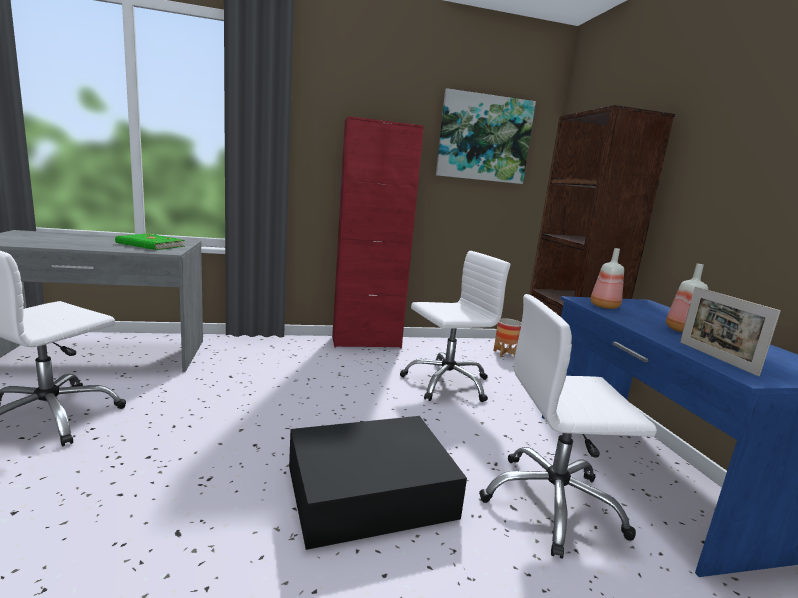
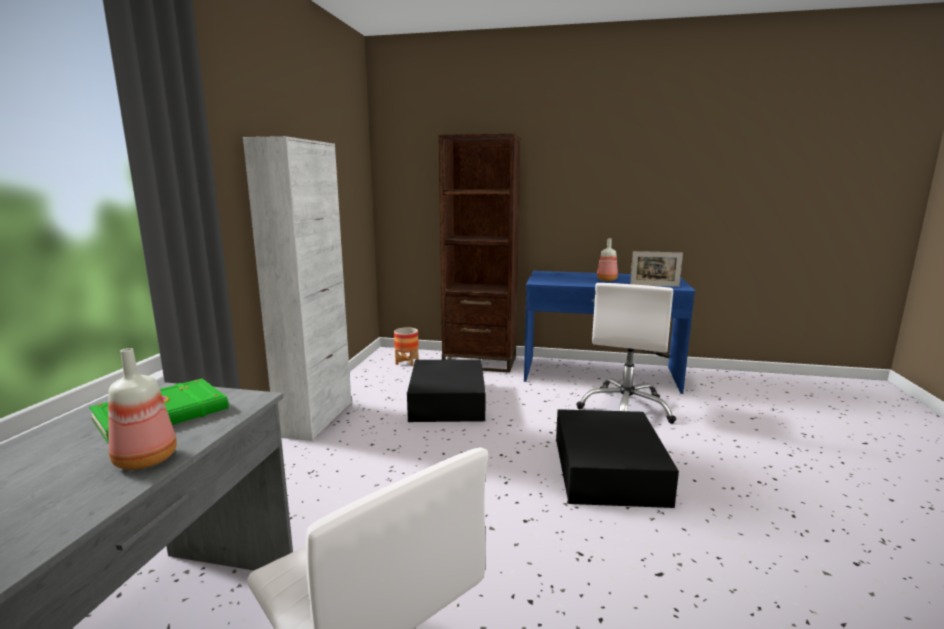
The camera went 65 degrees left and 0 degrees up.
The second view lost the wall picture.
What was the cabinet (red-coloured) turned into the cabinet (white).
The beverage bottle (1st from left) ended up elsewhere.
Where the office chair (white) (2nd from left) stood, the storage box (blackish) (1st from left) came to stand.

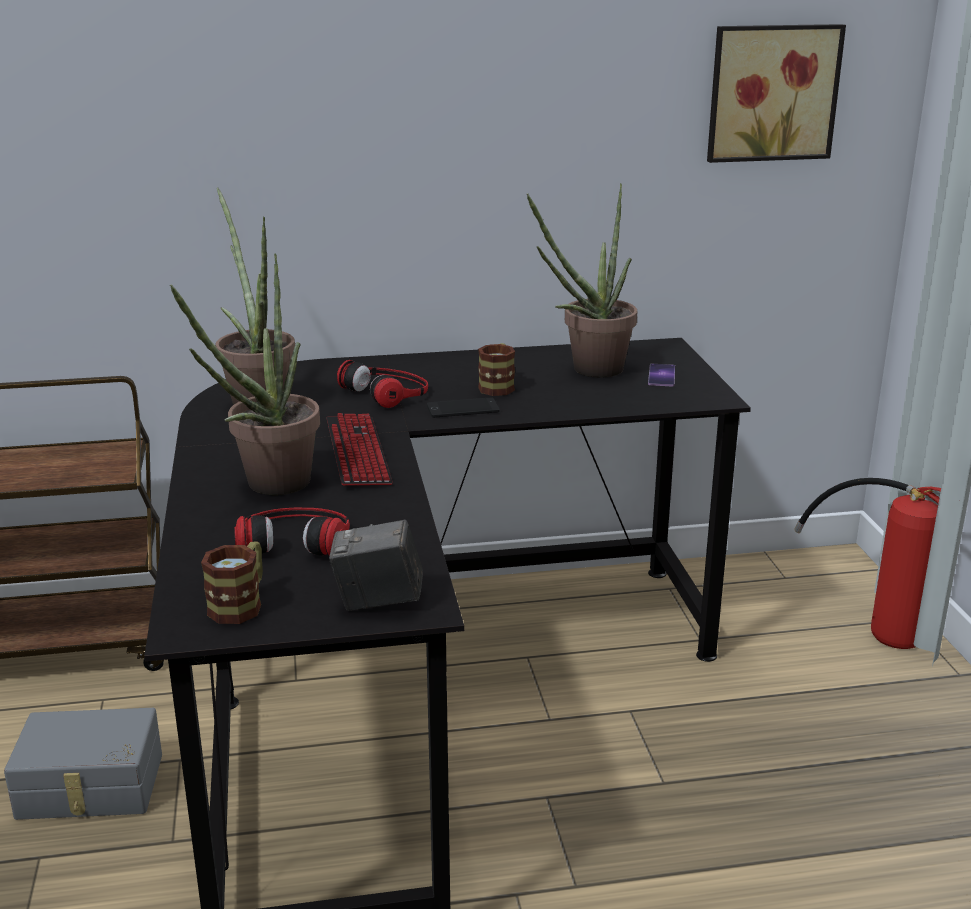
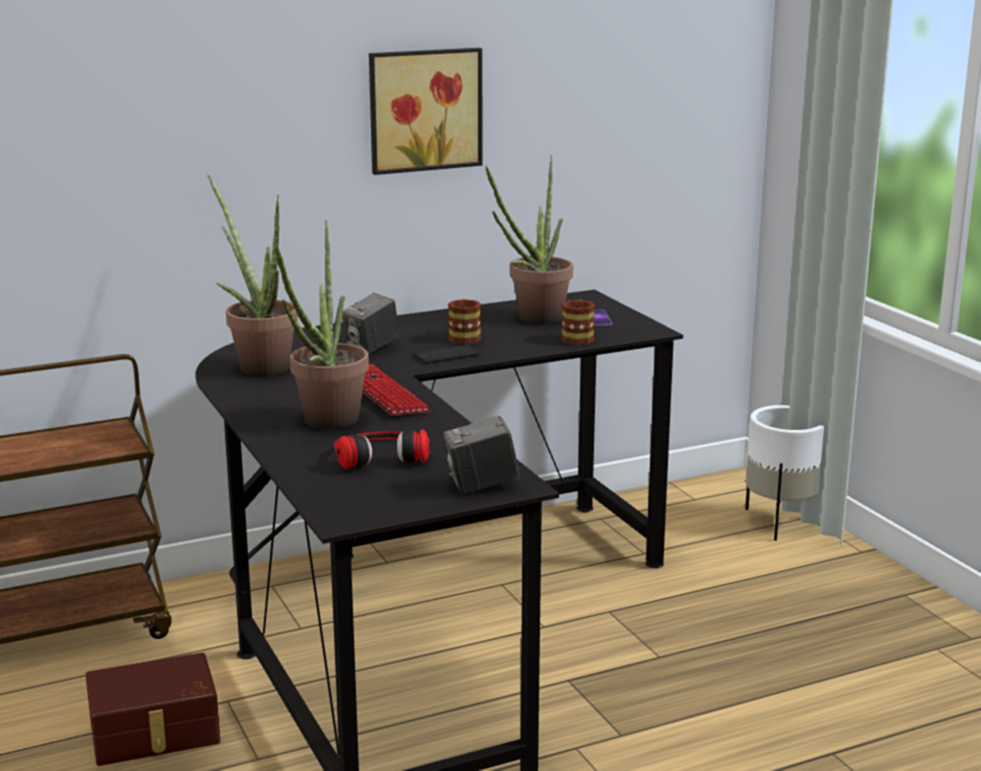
The camera went 15 degrees left and 5 degrees down.
The wall picture ended up elsewhere.
Where the headphones (2nd from left) stood, the still camera (1st from left) came to stand.
Where the extinguisher stood, the flower pot (white) came to stand.
The coffee mug (1st from left in the first image) ended up elsewhere.
What was the storage box (greyish) turned into the storage box (brownish).

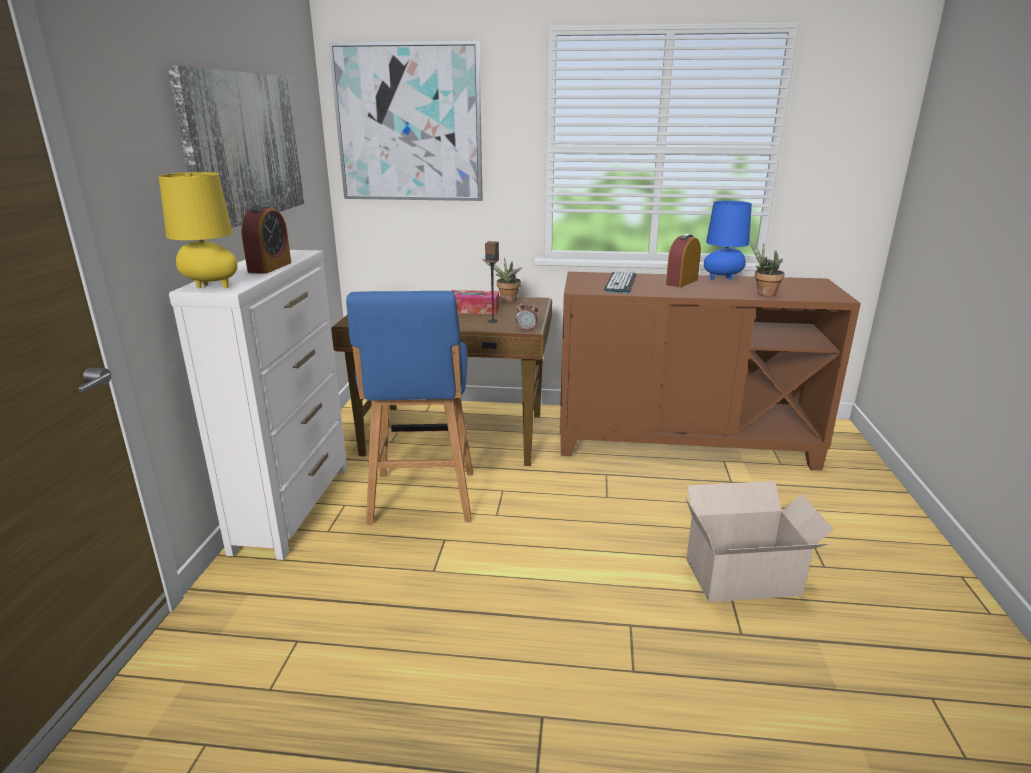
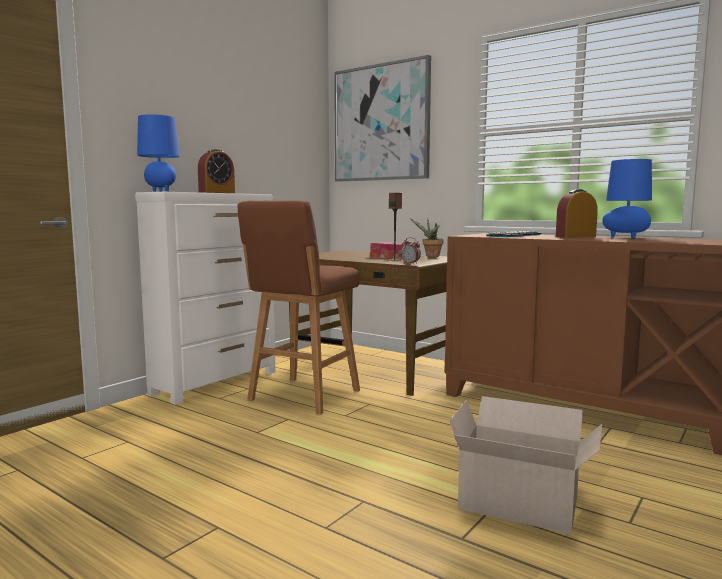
The camera went 30 degrees right and 15 degrees down.
The second view lost the wall picture (1st from left).
What was the tabletop lamp (yellow) turned into the tabletop lamp (bluish) (1st from left).
The second view lost the potted plant (2nd from left).
What was the stool seat (bluish) turned into the stool seat (brownish).

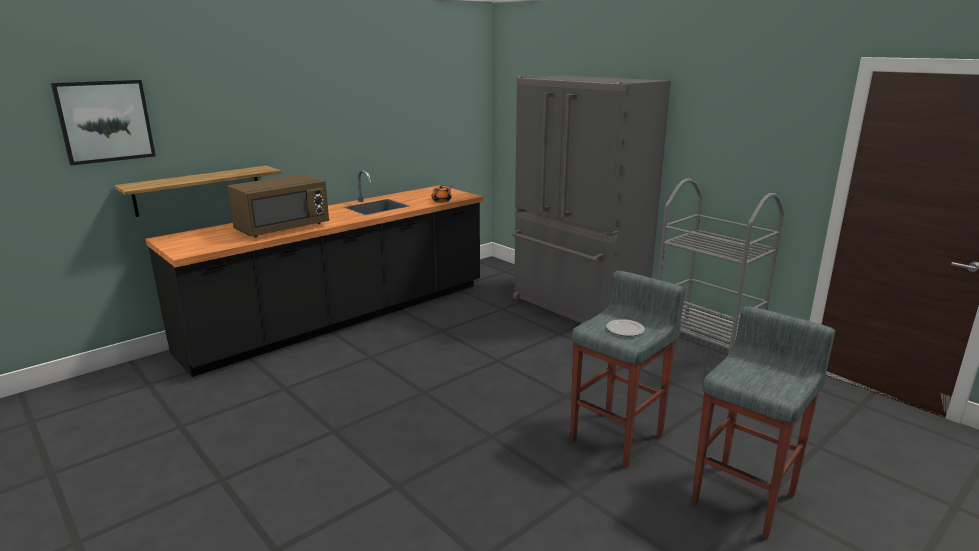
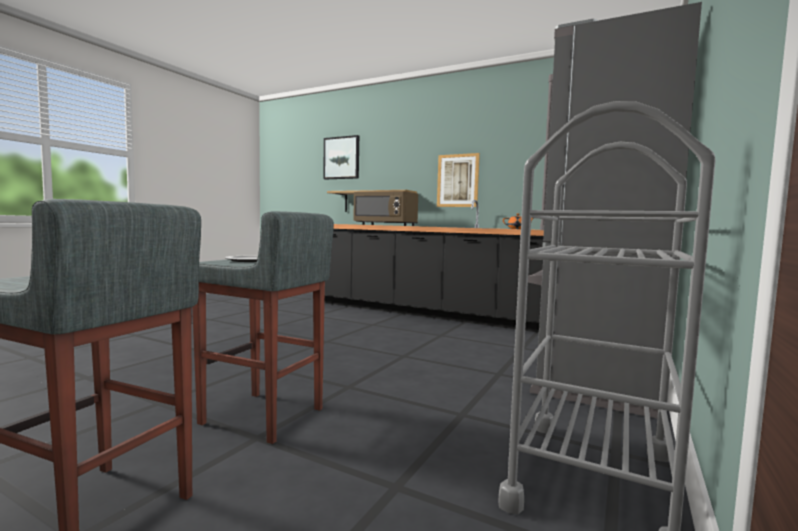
The camera went 70 degrees right and 15 degrees down.
The second view gained the wall picture (2nd from left).

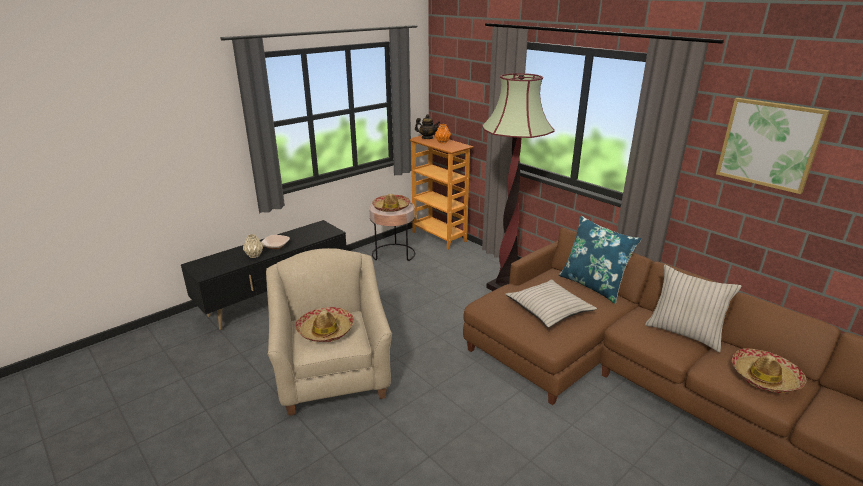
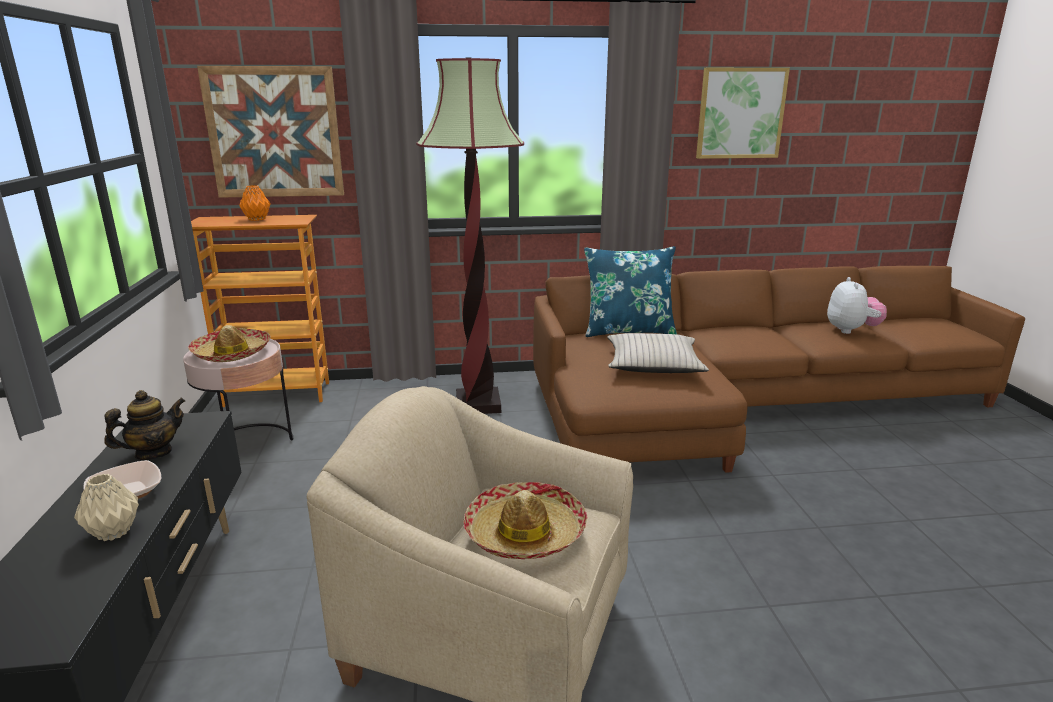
The camera went 55 degrees left and 5 degrees down.
The pot for tea ended up elsewhere.
The second view lost the pillow (beige-coloured) (2nd from left).
Where the hat (3rd from left) stood, the plush toy came to stand.
The second view gained the wall picture (1st from left).

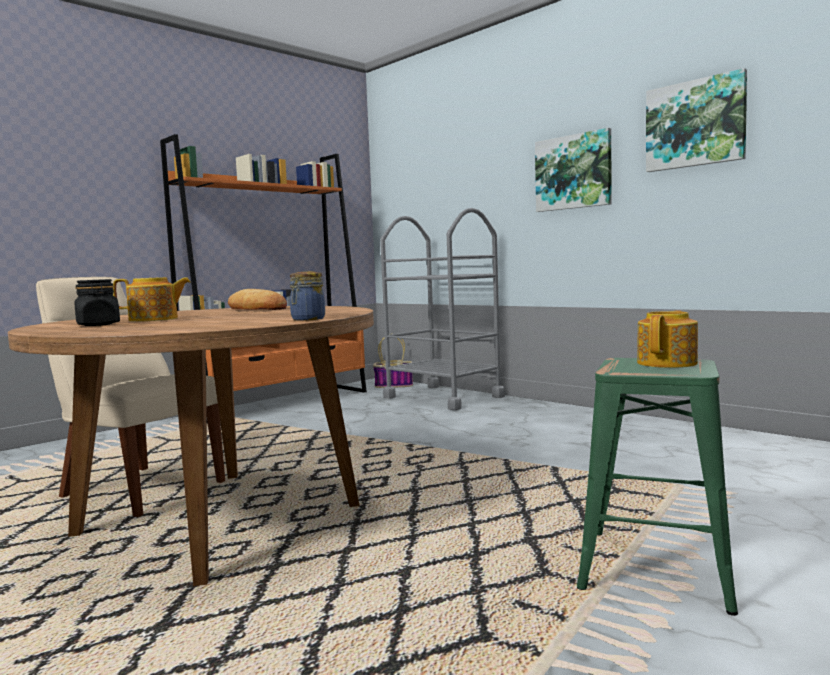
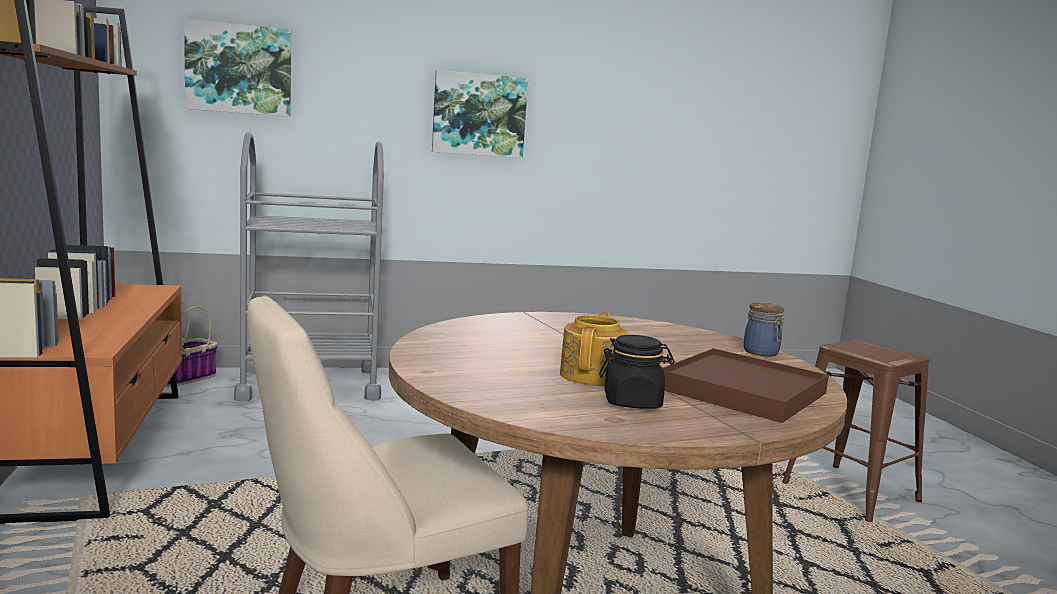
The camera went 60 degrees left and 5 degrees up.
The wall picture (2nd from left in the first image) ended up elsewhere.
The second view lost the bread.
The second view lost the pot for tea (2nd from left).
What was the stool seat (green) turned into the stool seat (brownish).
The second view gained the carrying tray (brownish).

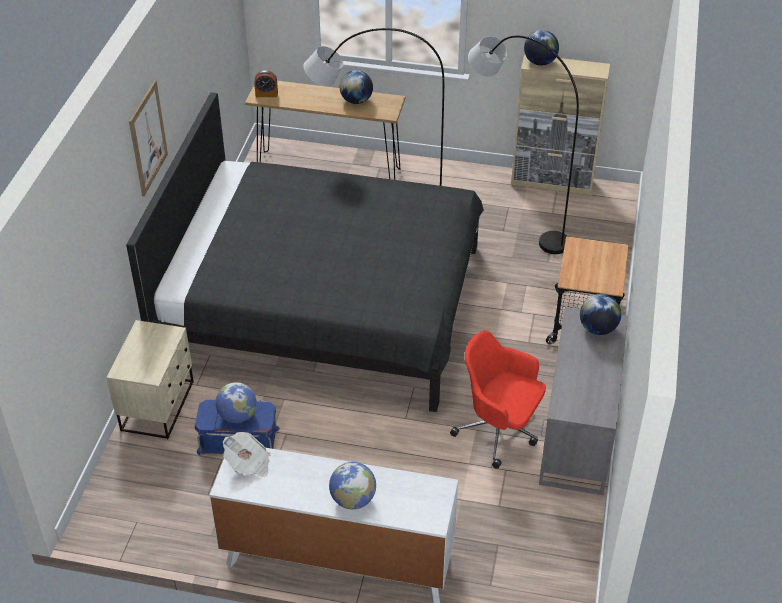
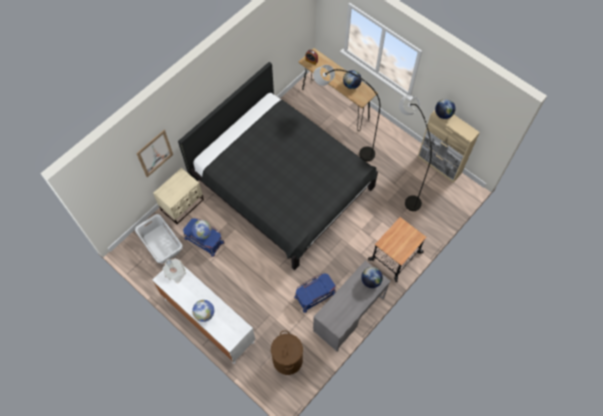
The camera went 30 degrees right and 20 degrees up.
The wall picture ended up elsewhere.
Where the office chair (red-coloured) stood, the storage box (bluish) (2nd from left) came to stand.
The second view gained the hamper (greyish).
The second view gained the hamper (brownish).

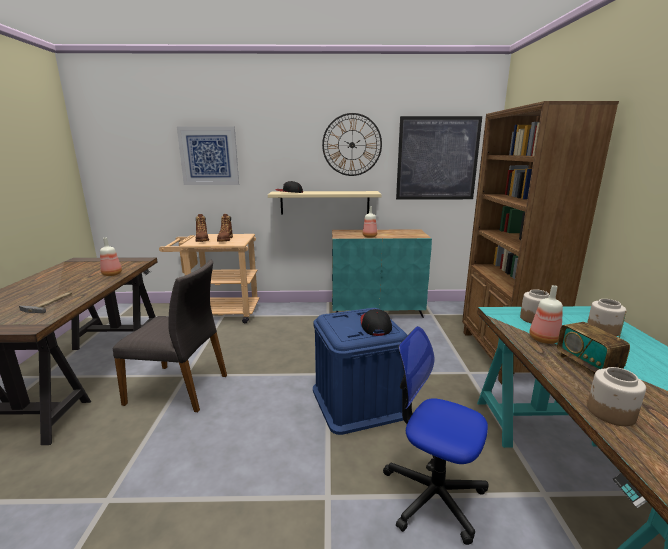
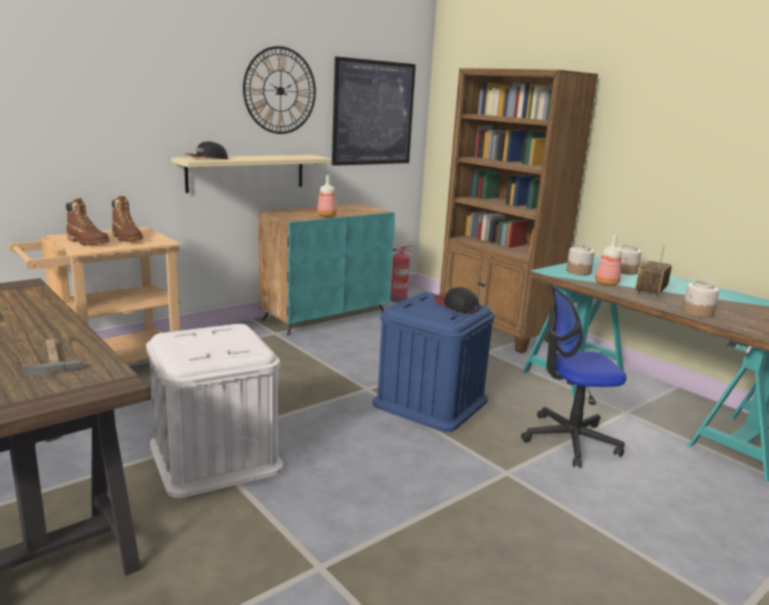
The camera went 40 degrees left and 0 degrees up.
The second view lost the wall picture (1st from left).
The second view lost the beverage bottle (1st from left).
Where the upright chair (greyish) stood, the storage box (white) came to stand.
The radio ended up facing another way, 90 degrees clockwise from before.
The second view gained the extinguisher.

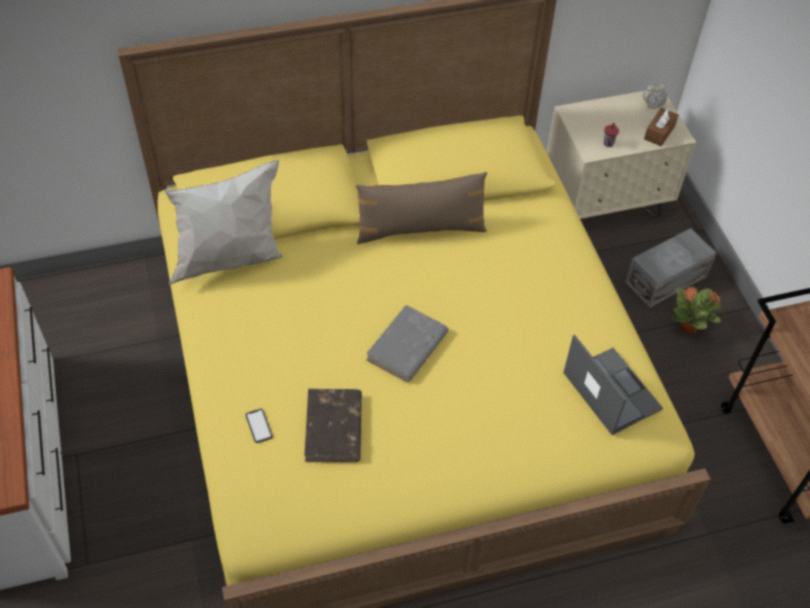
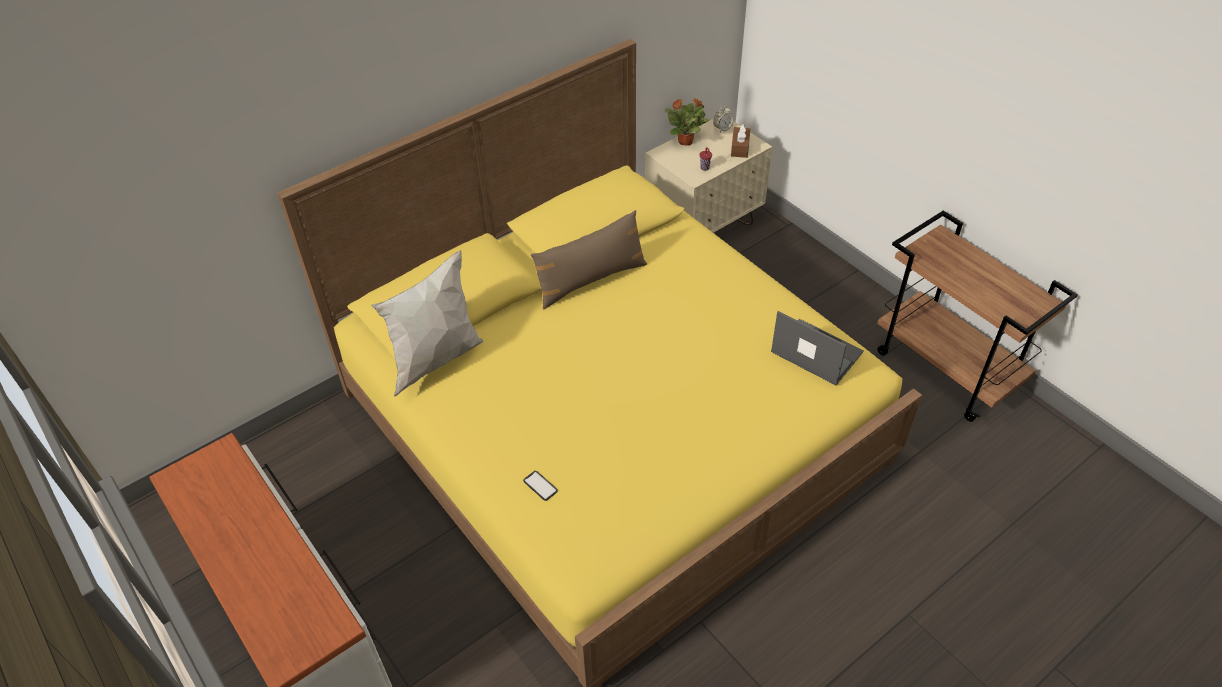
The camera went 20 degrees left and 5 degrees down.
The second view lost the storage box (greyish).
The potted plant ended up elsewhere.
The second view lost the book (greyish).
The second view lost the book (brownish).

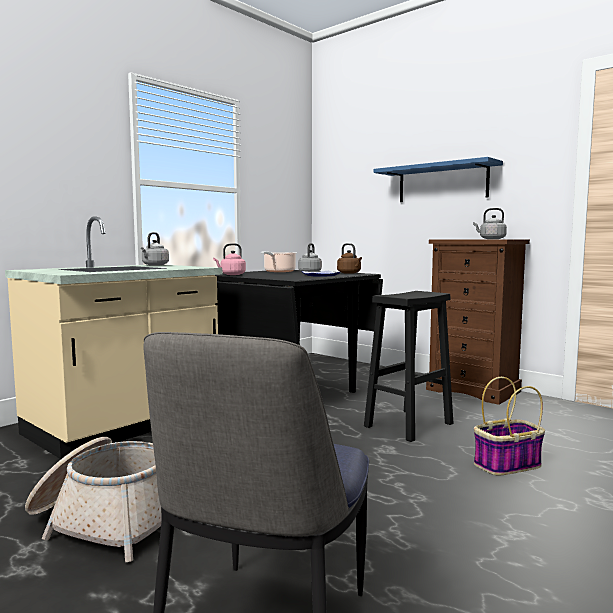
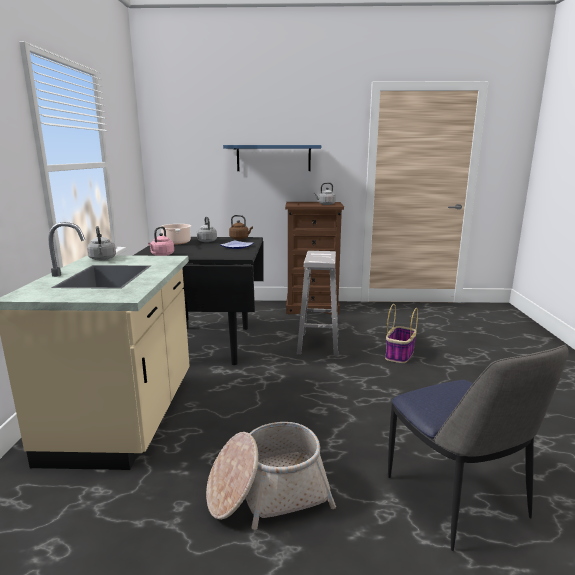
The camera went 40 degrees left and 10 degrees up.
What was the stool seat (blackish) turned into the stool seat (white).

